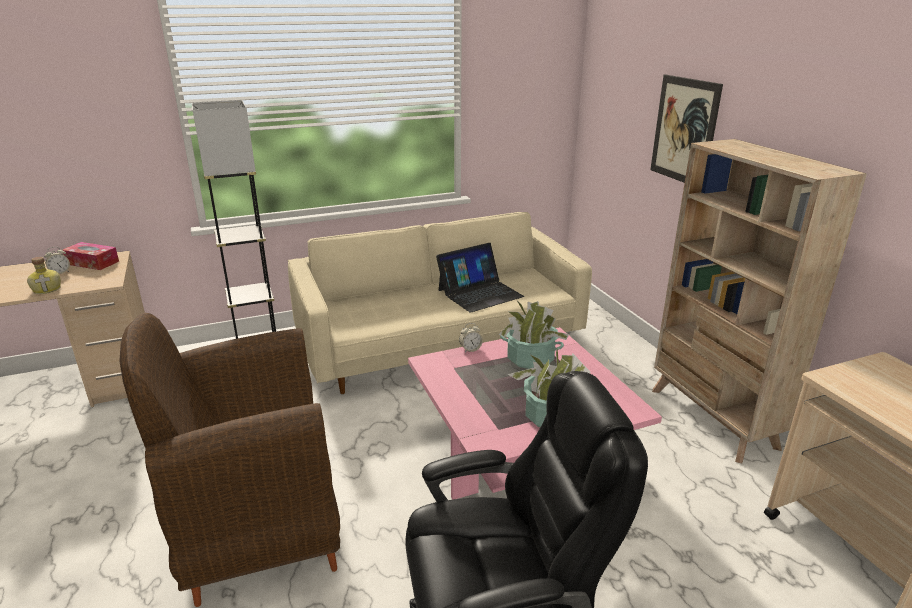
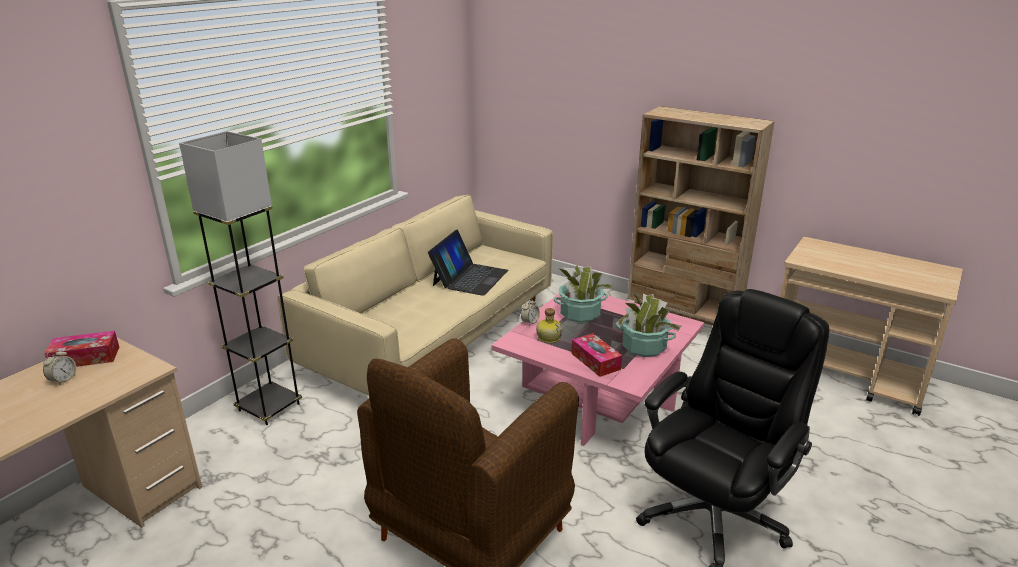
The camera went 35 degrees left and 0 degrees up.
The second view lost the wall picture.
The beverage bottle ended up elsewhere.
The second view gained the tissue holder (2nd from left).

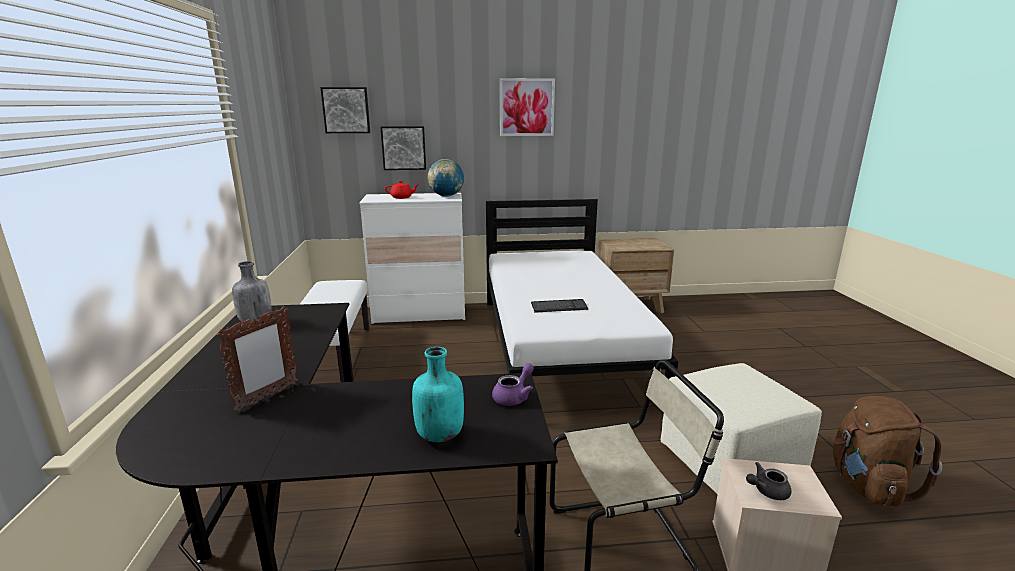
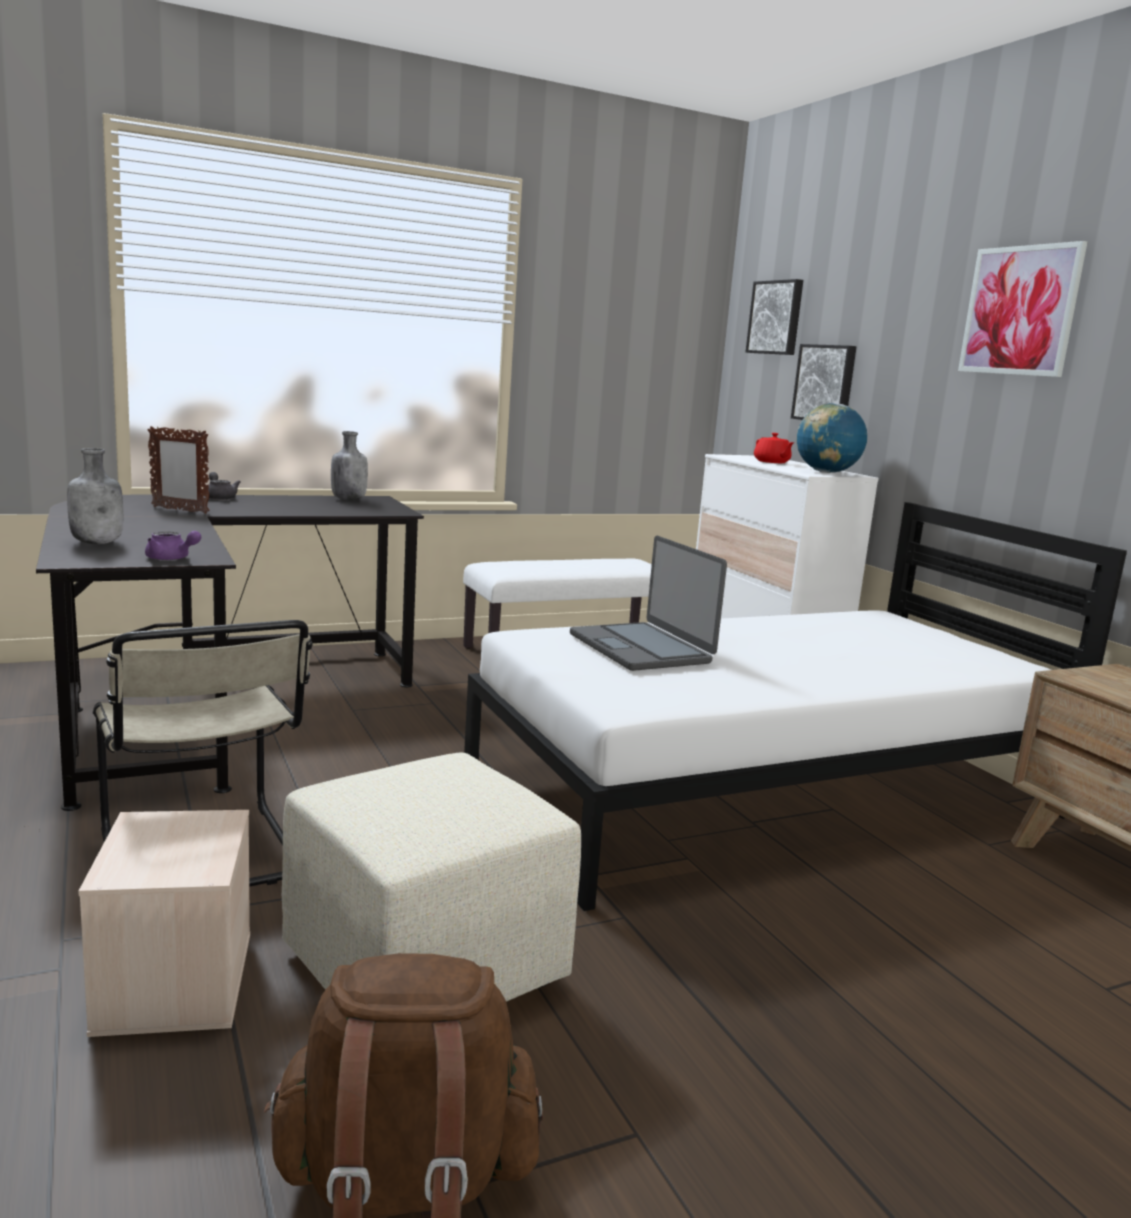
The camera went 70 degrees right and 5 degrees down.
Where the PC keyboard stood, the portable computer came to stand.
What was the beverage bottle (blue-green) turned into the beverage bottle (greyish) (1st from left).
The pot for tea (greyish) ended up elsewhere.

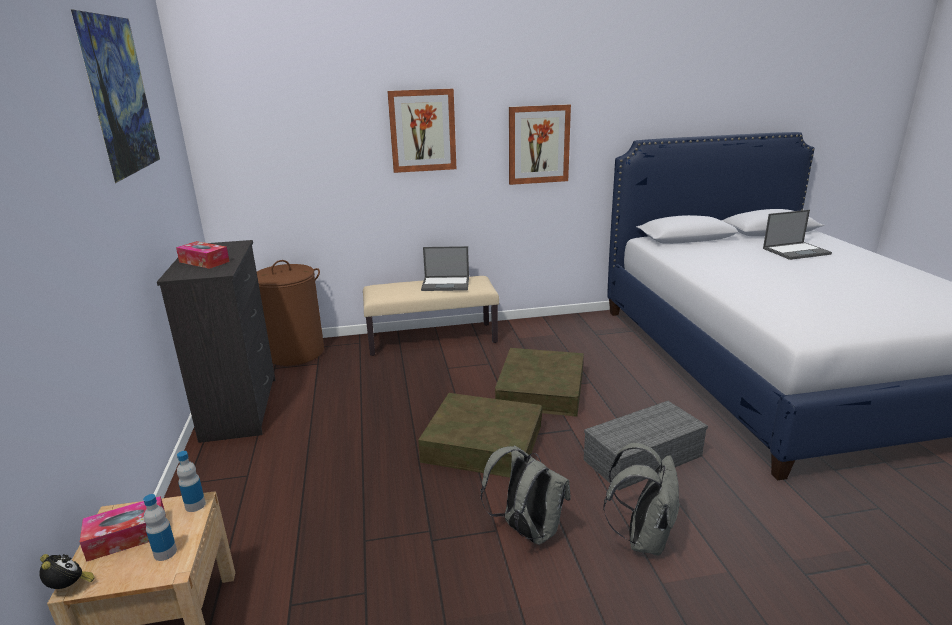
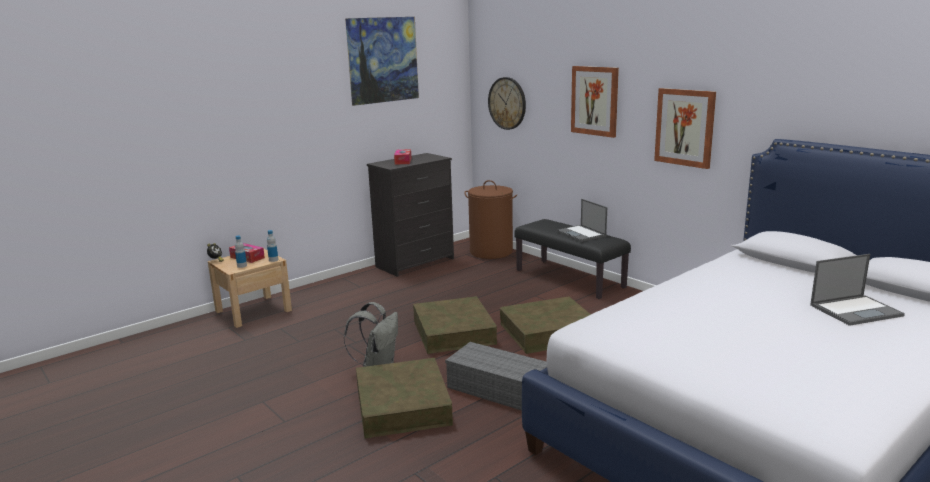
The camera went 60 degrees right and 5 degrees down.
The portable computer (2nd from left) ended up facing another way, 60 degrees counterclockwise from before.
What was the indoor bench (beige-coloured) turned into the indoor bench (blackish).
Where the rucksack (greyish) (2nd from left) stood, the storage box (brownish) (1st from left) came to stand.
The second view gained the clock on the wall.

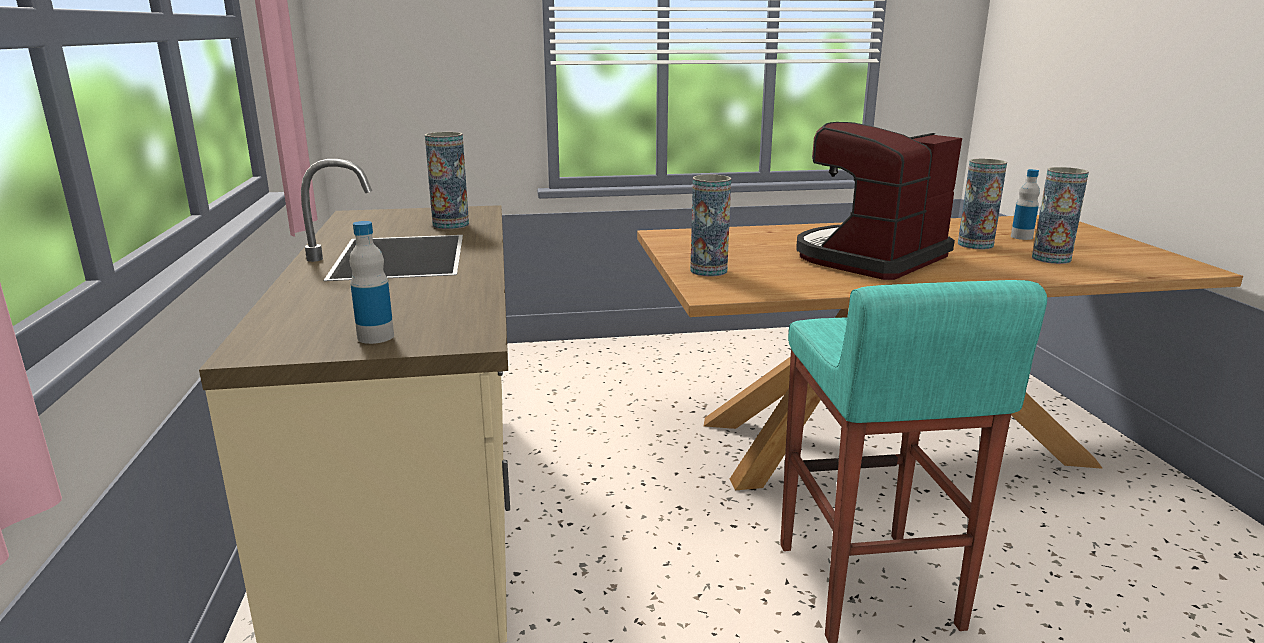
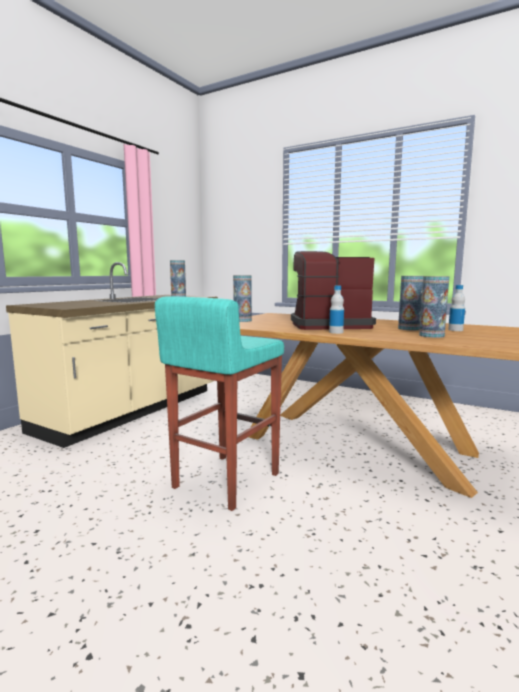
The camera went 40 degrees right and 10 degrees down.
The beverage bottle (1st from left) ended up elsewhere.

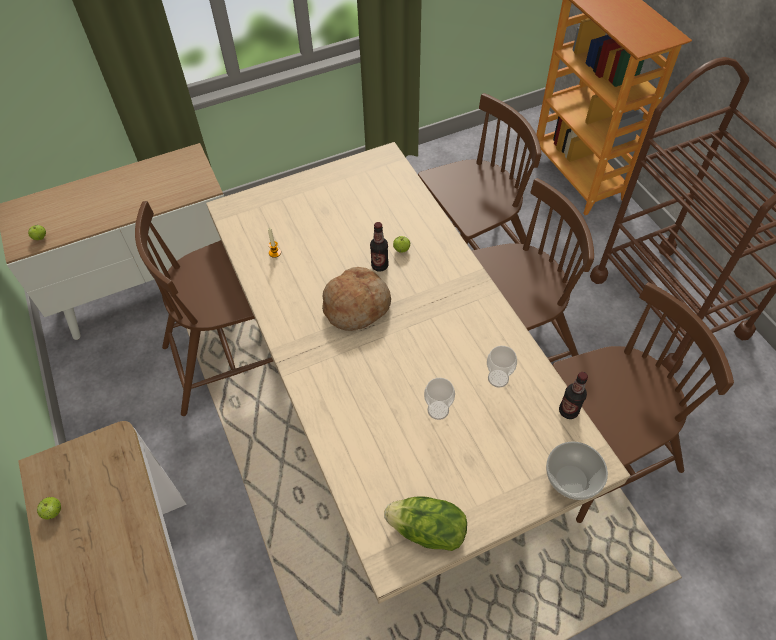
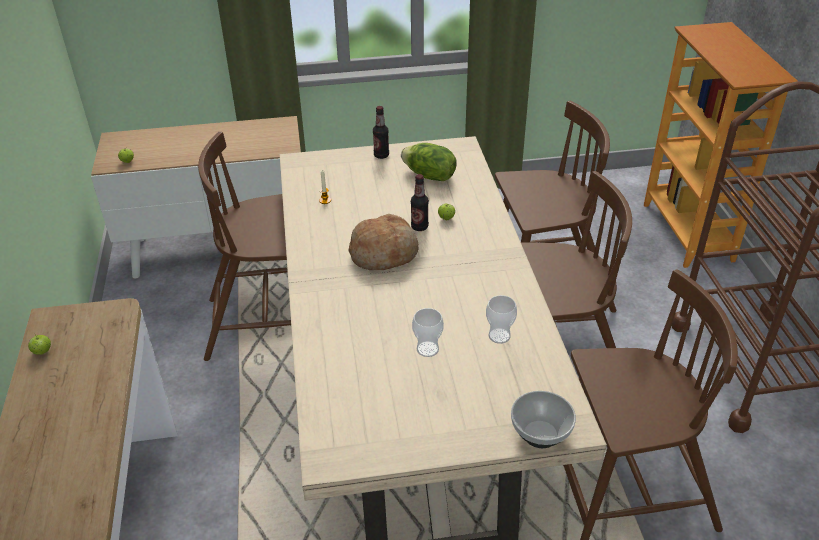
The camera went 15 degrees right and 15 degrees down.
The beverage bottle (2nd from left in the first image) ended up elsewhere.
The lettuce ended up elsewhere.

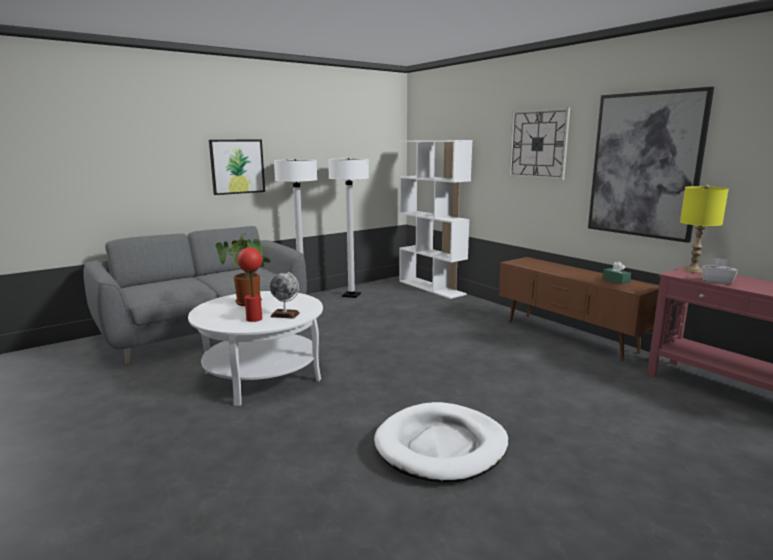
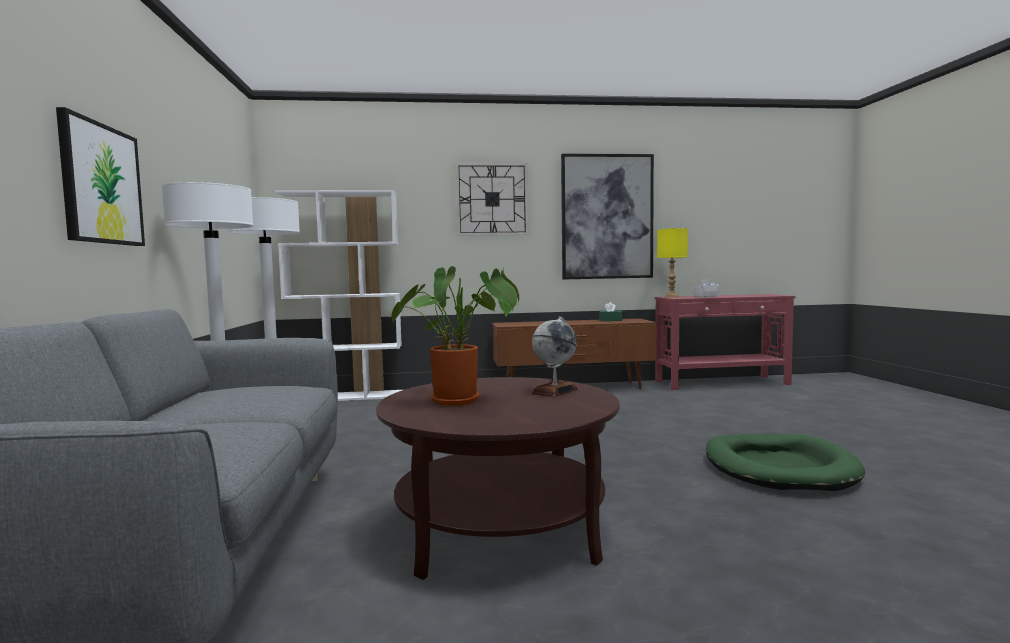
The camera went 60 degrees left and 10 degrees down.
The second view lost the tabletop lamp (red-coloured).
What was the low table (white) turned into the low table (brownish).
What was the dog bed (white) turned into the dog bed (green).

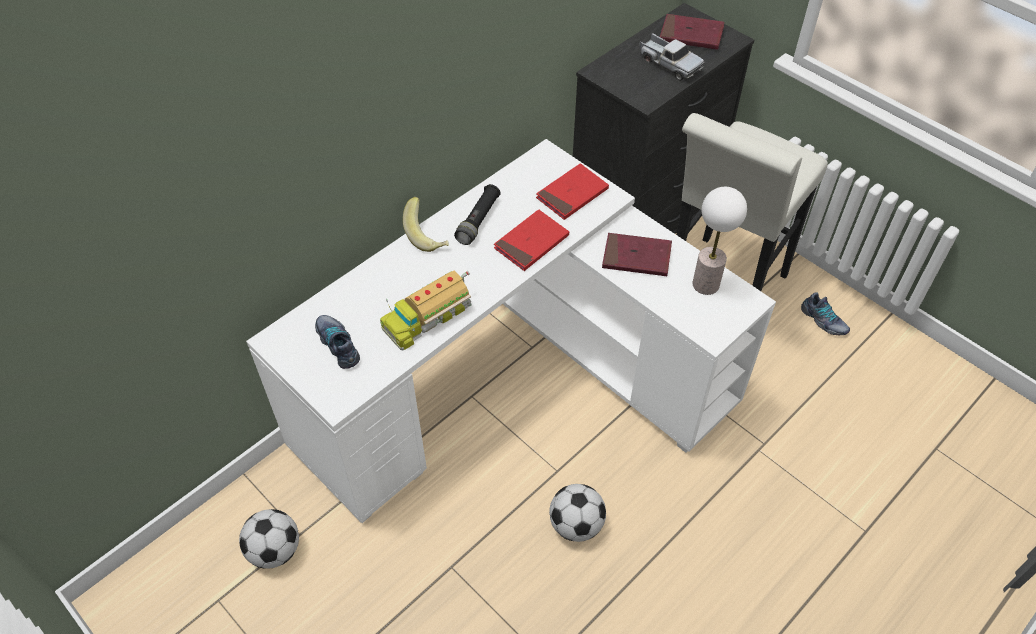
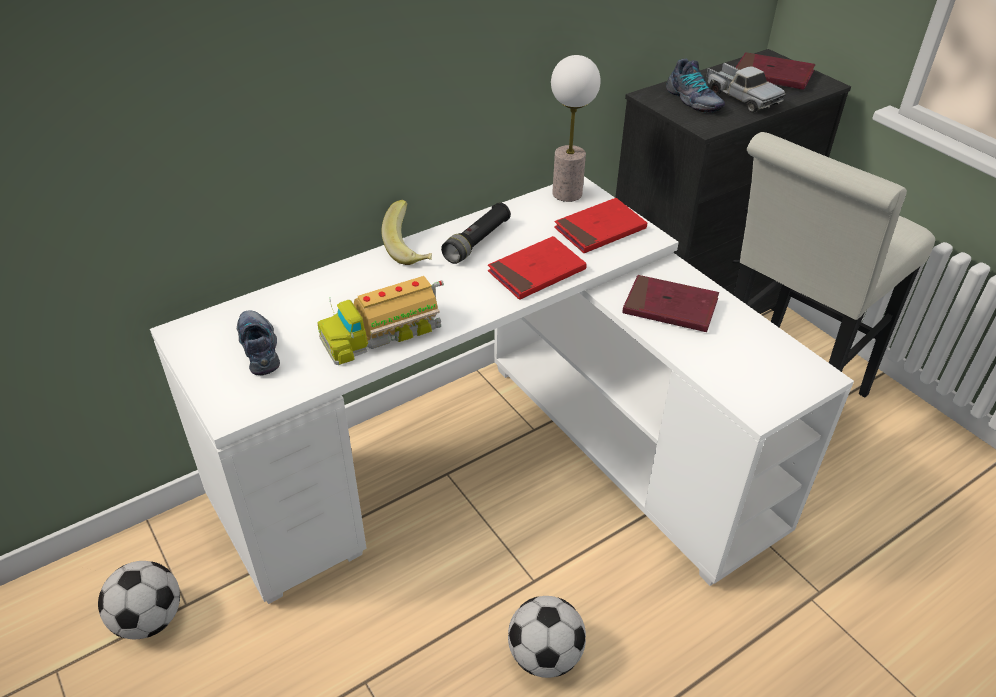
The camera went 10 degrees right and 10 degrees down.
The tabletop lamp ended up elsewhere.
The item of footwear (2nd from left) ended up elsewhere.

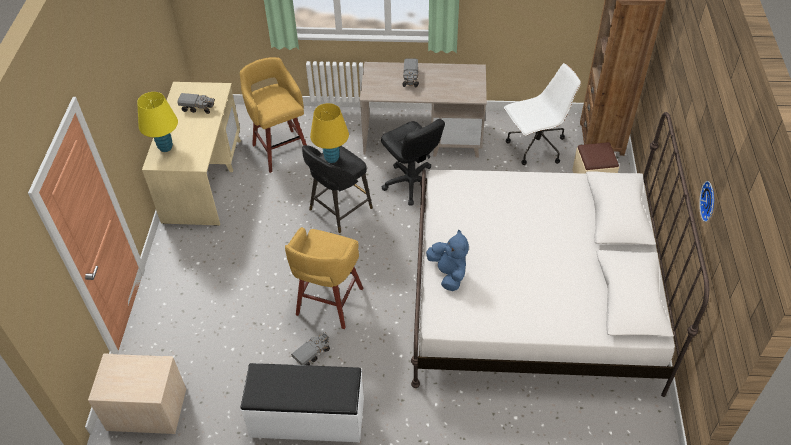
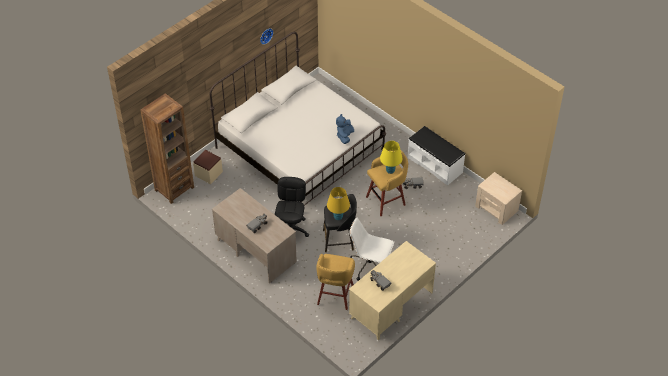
The camera went 140 degrees left and 0 degrees up.
The office chair (white) ended up elsewhere.
The tabletop lamp (yellow) (1st from left in the first image) ended up elsewhere.

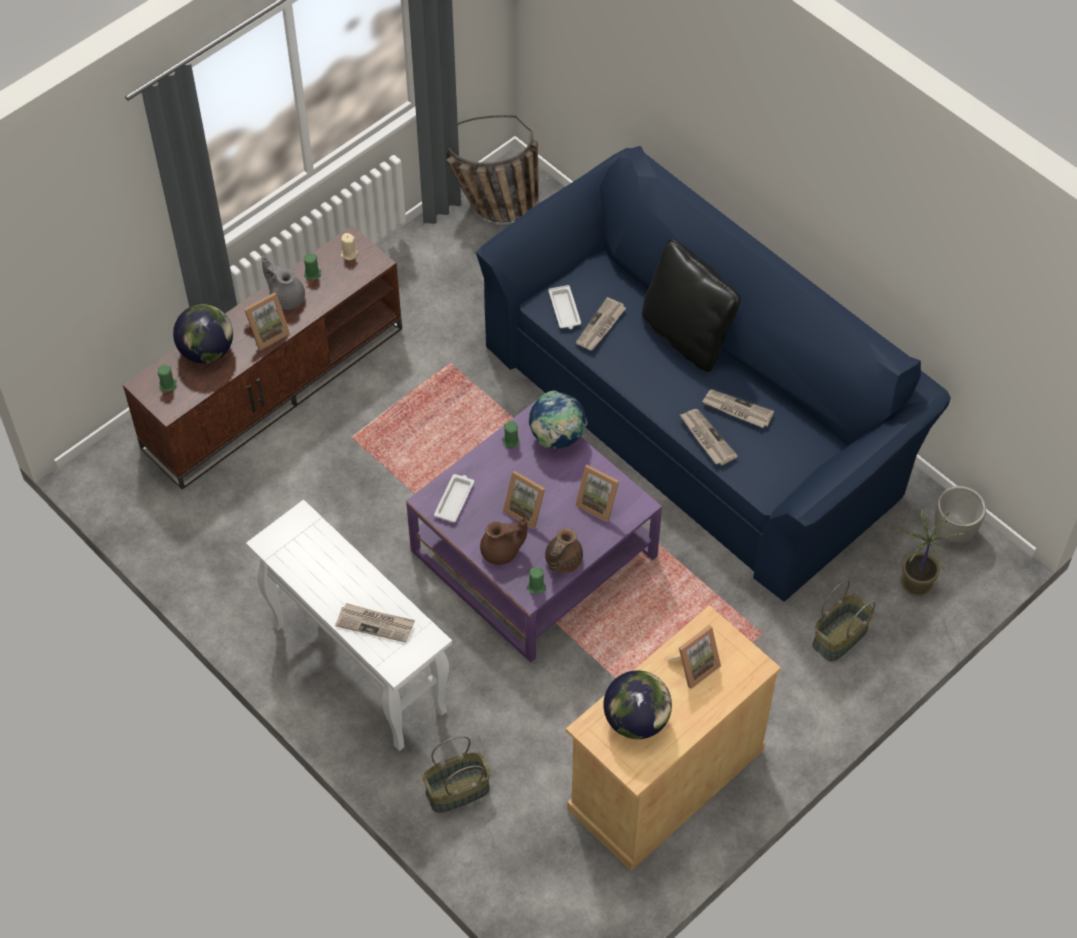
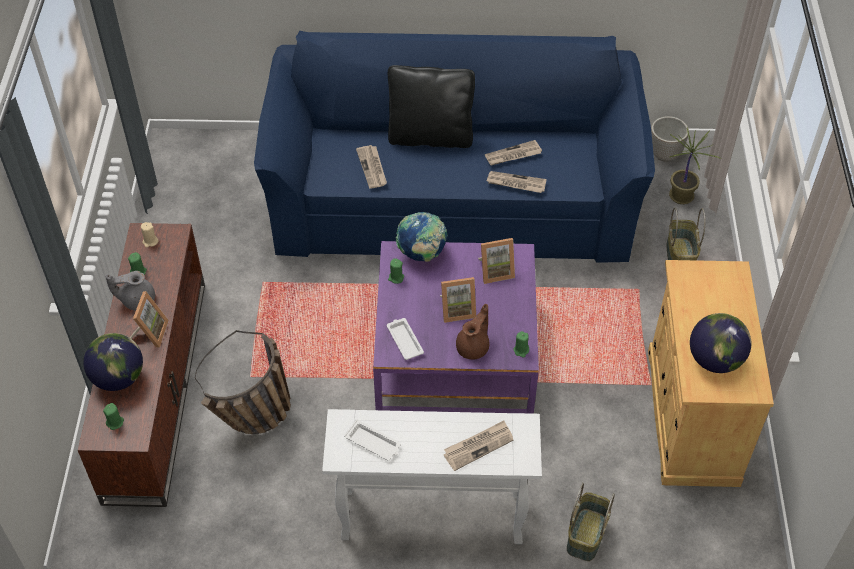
The camera went 45 degrees left and 5 degrees down.
The basket (2nd from left in the first image) ended up elsewhere.
The carrying tray (white) (2nd from left in the first image) ended up elsewhere.
The second view lost the pot for tea (brownish) (2nd from left).
The second view lost the photo frame (4th from left).

